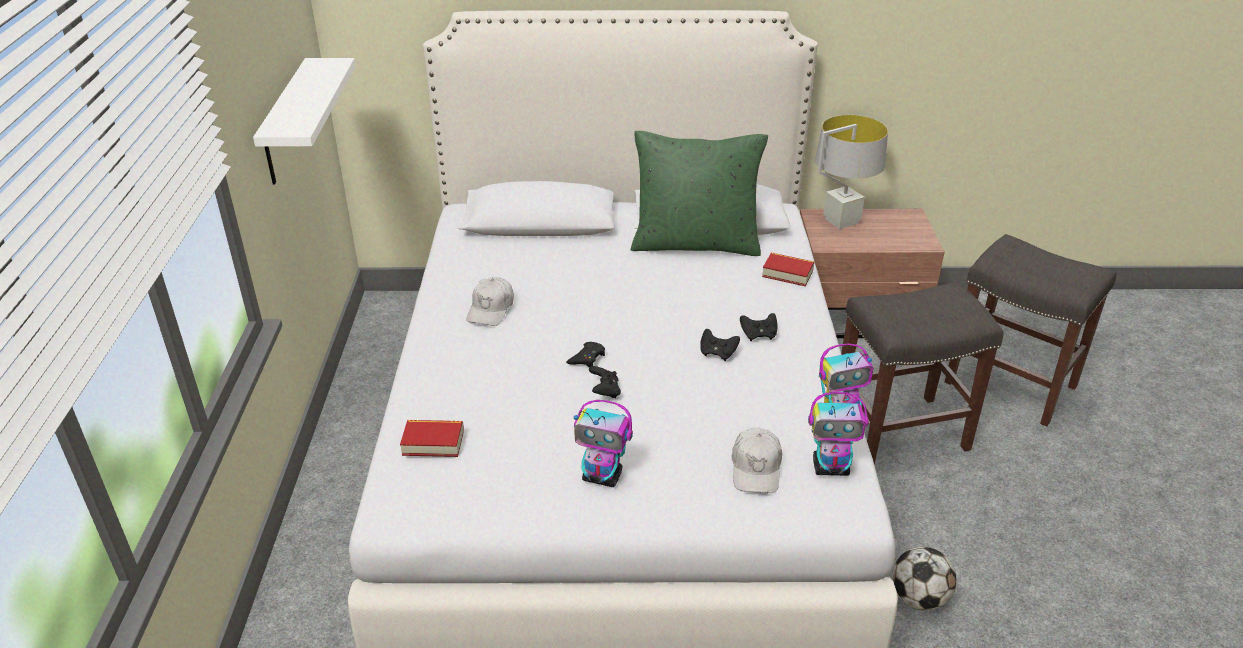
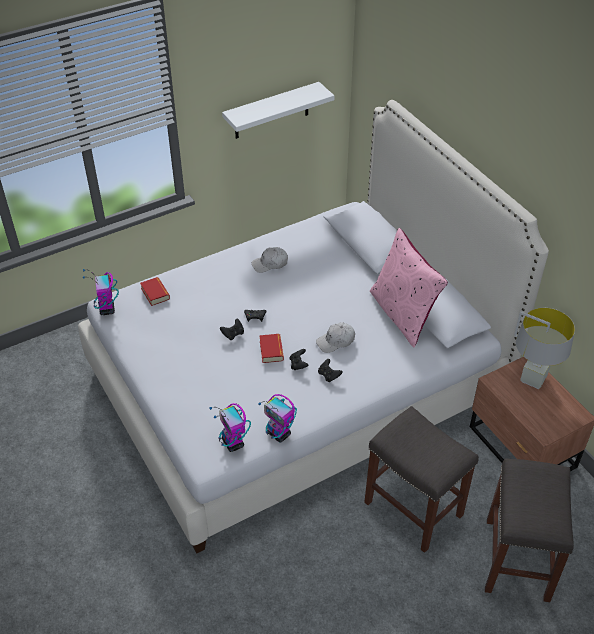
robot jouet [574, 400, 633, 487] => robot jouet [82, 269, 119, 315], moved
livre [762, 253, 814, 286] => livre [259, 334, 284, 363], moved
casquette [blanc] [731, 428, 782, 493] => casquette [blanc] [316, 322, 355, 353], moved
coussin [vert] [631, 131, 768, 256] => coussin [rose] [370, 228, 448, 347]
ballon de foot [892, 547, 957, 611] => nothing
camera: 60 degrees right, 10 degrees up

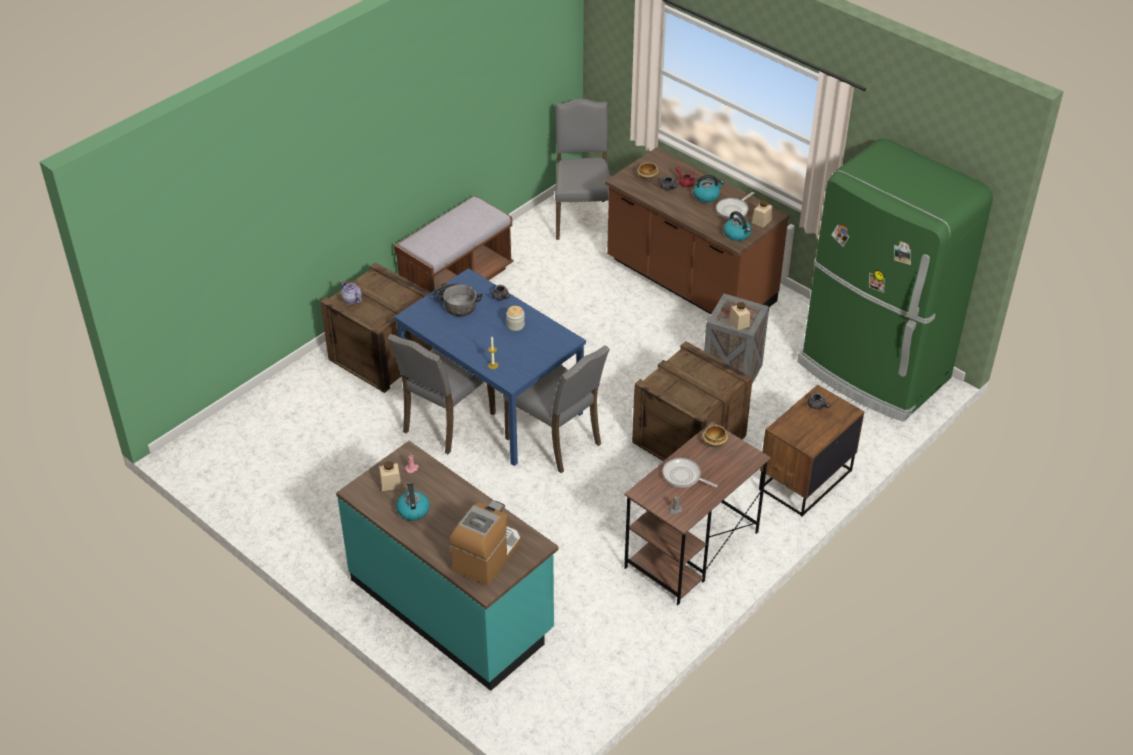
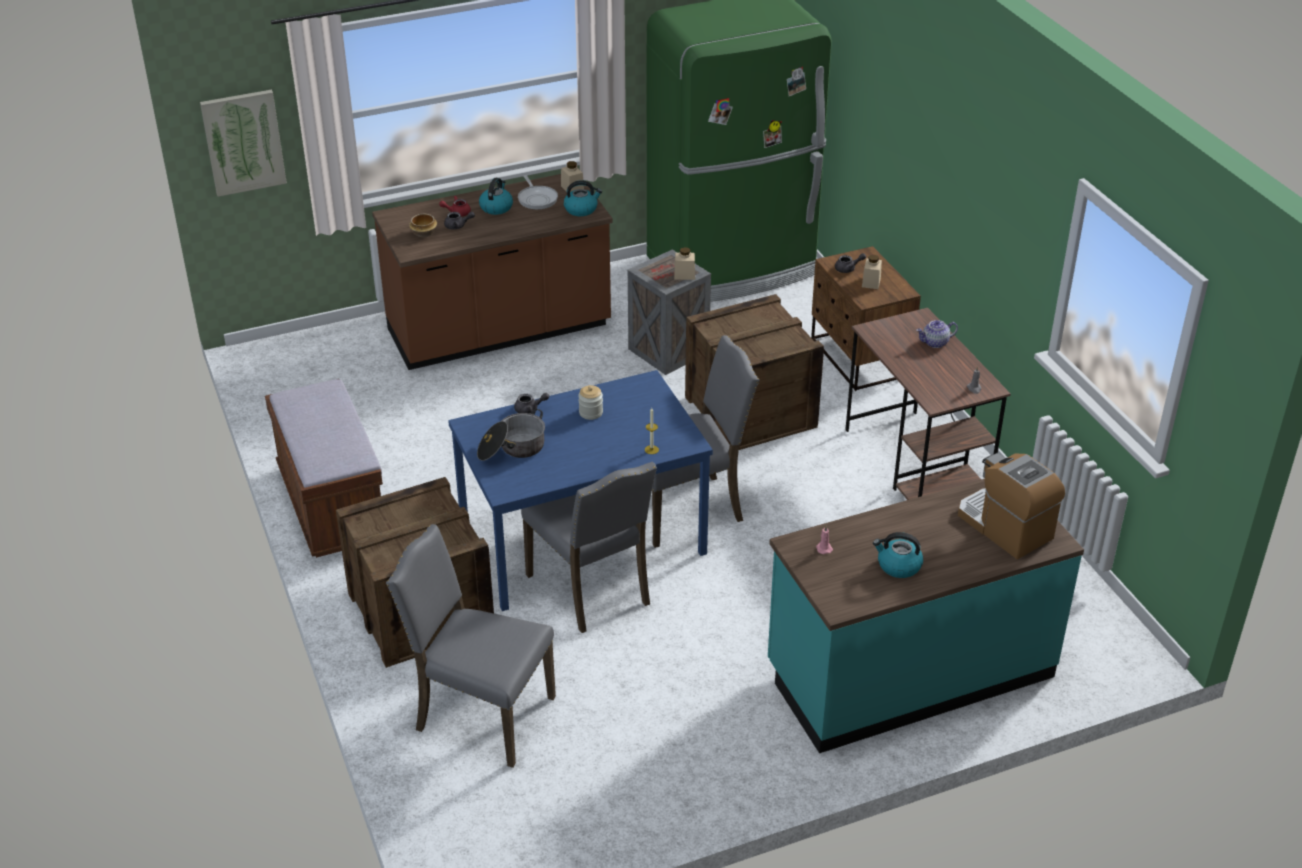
nothing => tableau [200, 90, 287, 197]
chaise [gris] [555, 99, 611, 240] => chaise [gris] [386, 524, 556, 768], moved
bocal [beige] [379, 461, 402, 491] => bocal [beige] [862, 255, 882, 289], moved
théière [340, 280, 362, 304] => théière [916, 320, 958, 348], moved
poêle [663, 458, 718, 488] => nothing
bol [703, 425, 728, 448] => nothing
camera: 65 degrees left, 5 degrees down

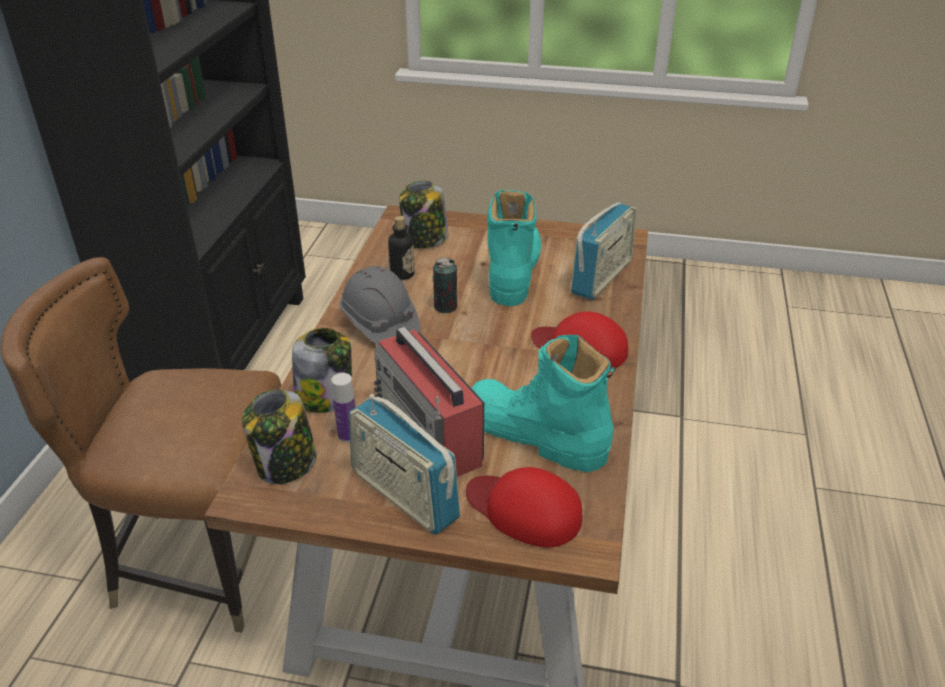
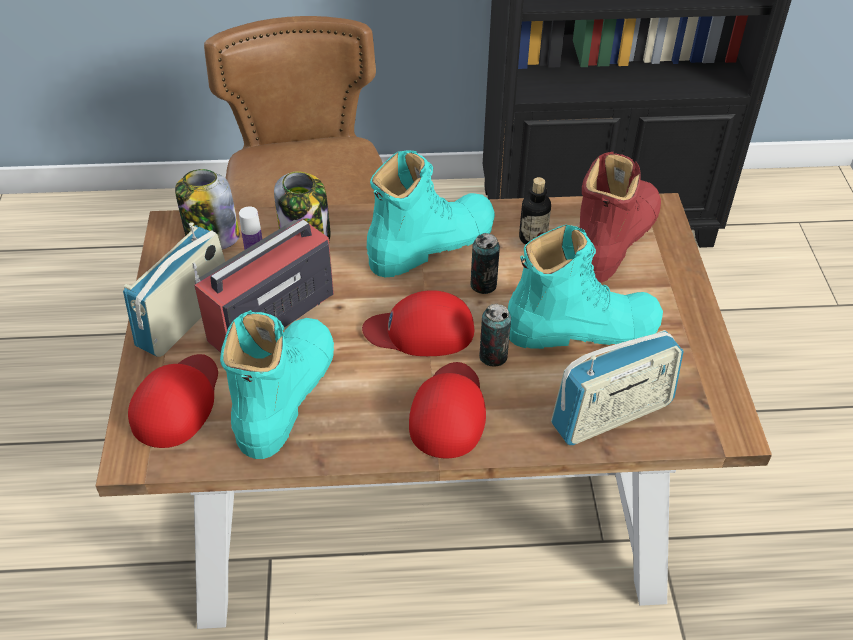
nothing => casquette [rouge] [362, 290, 474, 356]
casque de chantier [gris] [340, 266, 421, 345] => botte [turquoise] [367, 150, 495, 277]
nothing => boîte métallique [479, 304, 511, 367]
radio [570, 202, 637, 300] => radio [551, 330, 684, 445], 45 degrees counterclockwise
bocal [399, 181, 448, 248] => botte [rouge] [580, 152, 661, 283]
camera: 75 degrees right, 10 degrees up

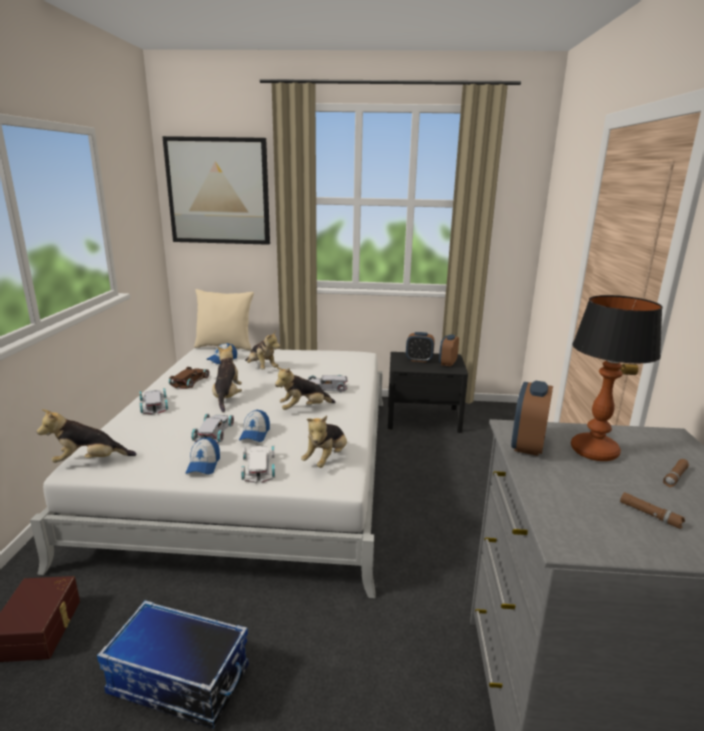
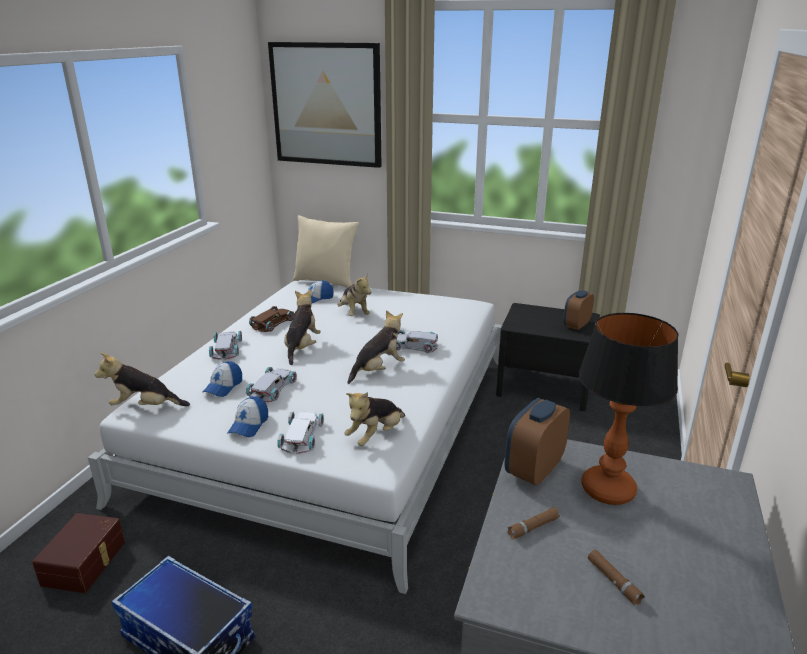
casquette [239, 410, 270, 442] => casquette [202, 361, 242, 397], moved
peluche [275, 367, 336, 410] => peluche [348, 310, 405, 384], 150 degrees clockwise
lampe de poche [marron] [663, 459, 689, 487] => lampe de poche [marron] [507, 507, 560, 540], moved
réveil [406, 332, 435, 362] => nothing
camera: 15 degrees right, 5 degrees up

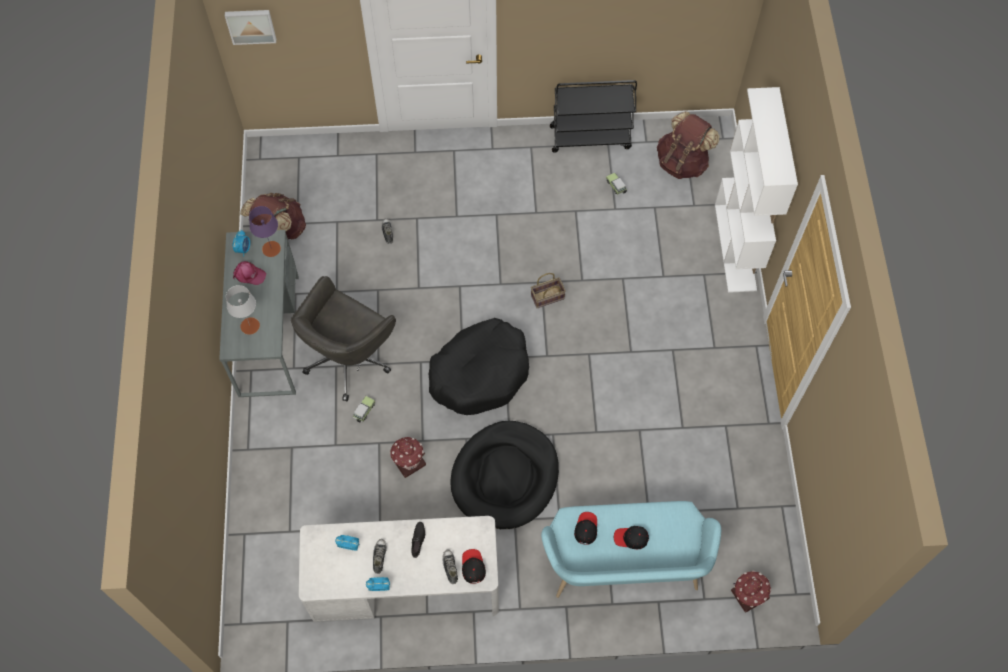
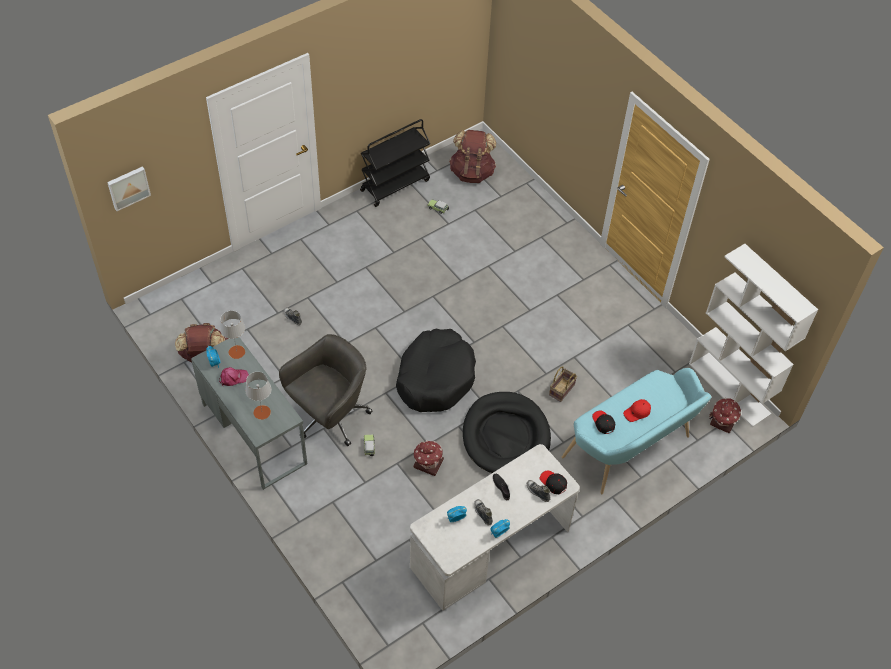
lampe de table [violet] [249, 206, 281, 257] => lampe de table [gris] [220, 311, 245, 359]
chaise de bureau [gris] [291, 276, 396, 402] => chaise de bureau [gris] [279, 334, 372, 446], 135 degrees counterclockwise
panier [531, 273, 566, 308] => panier [549, 366, 577, 402], moved
casquette [noir] [614, 526, 649, 549] => casquette [rouge] [623, 399, 651, 422]
bibliothèque [blanc] [715, 87, 798, 293] => bibliothèque [blanc] [689, 244, 818, 427], moved
camera: 35 degrees left, 10 degrees down

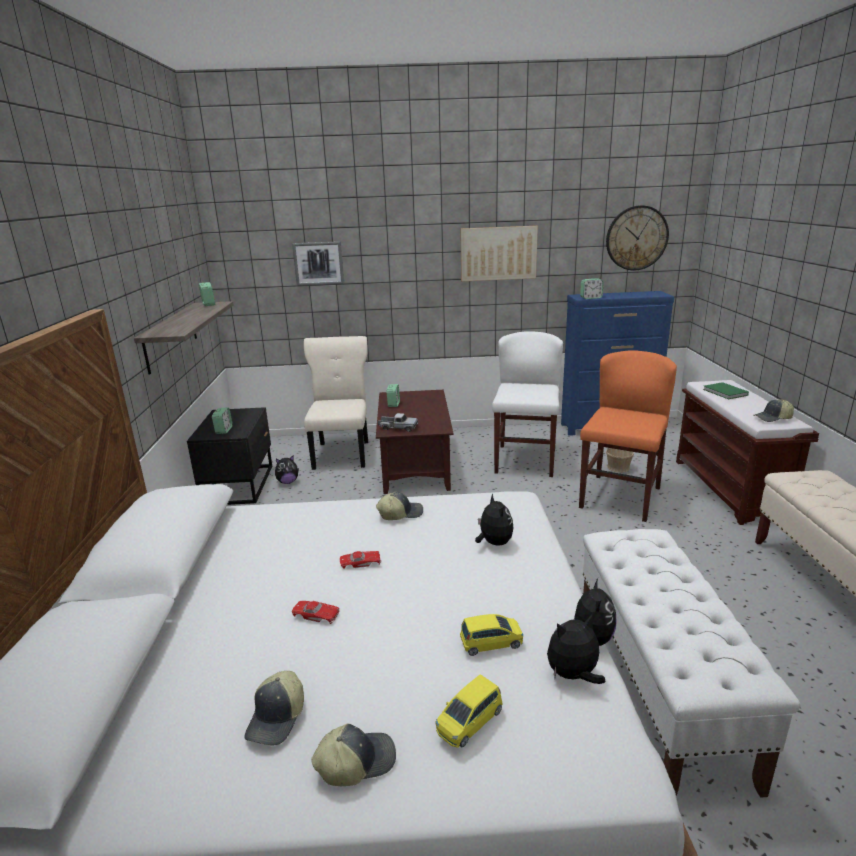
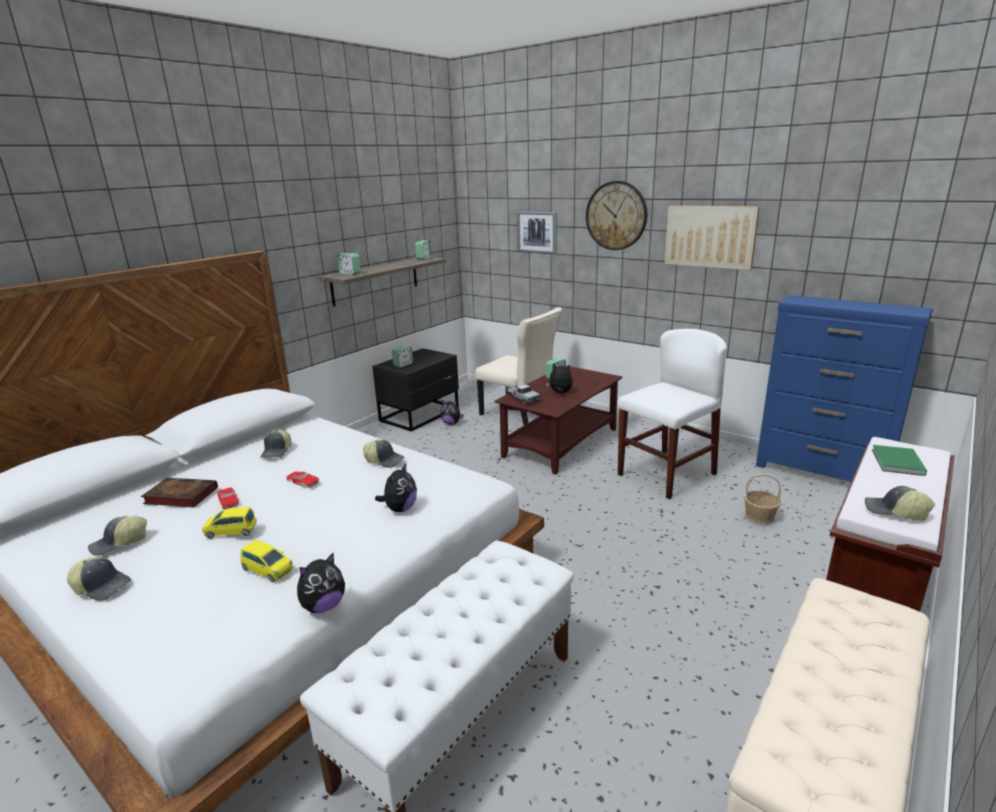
nothing => livre [141, 478, 218, 508]
petite voiture [jaune] [435, 674, 502, 748] => petite voiture [jaune] [202, 507, 257, 539], moved
nothing => casquette [260, 429, 292, 458]
réveil [580, 278, 604, 299] => réveil [337, 253, 361, 275], moved
chaise [beige] [304, 336, 368, 470] => chaise [beige] [475, 307, 562, 425], 90 degrees clockwise
peluche [547, 614, 605, 684] => peluche [546, 364, 573, 393], moved
horloge murale [606, 205, 669, 271] => horloge murale [586, 181, 647, 250], moved
chaise [orange] [579, 350, 677, 522] => nothing
camera: 40 degrees right, 0 degrees up

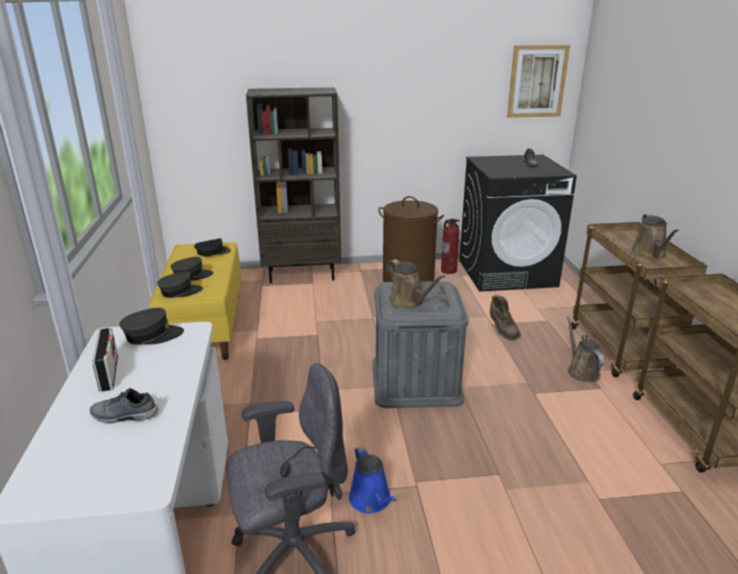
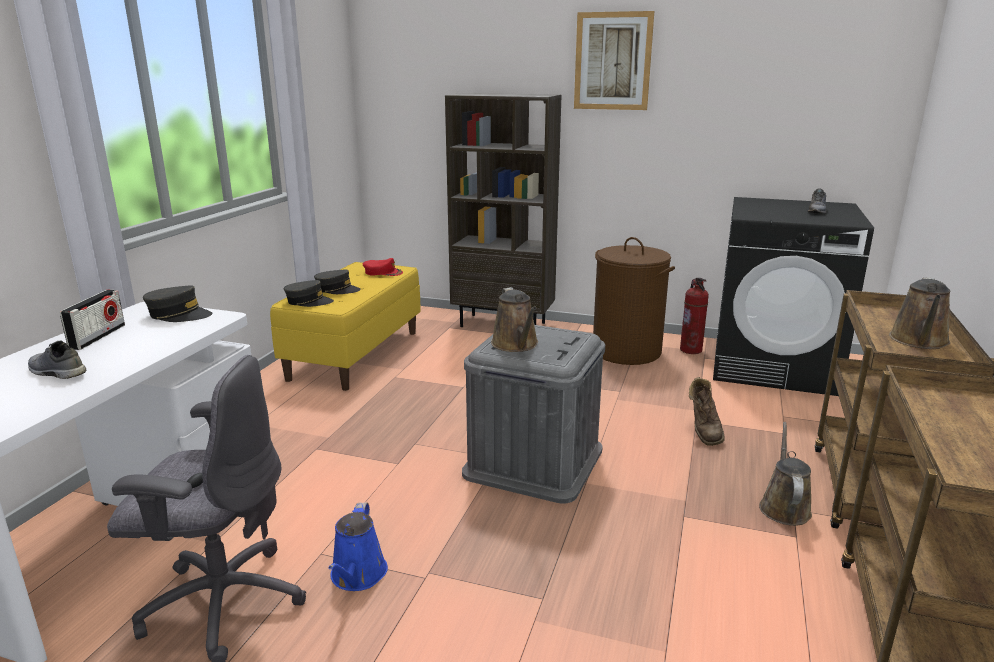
casquette [noir] [194, 238, 231, 256] => casquette [rouge] [363, 258, 403, 276]
tableau [507, 45, 570, 118] => tableau [574, 11, 654, 110], moved
camera: 25 degrees right, 5 degrees down

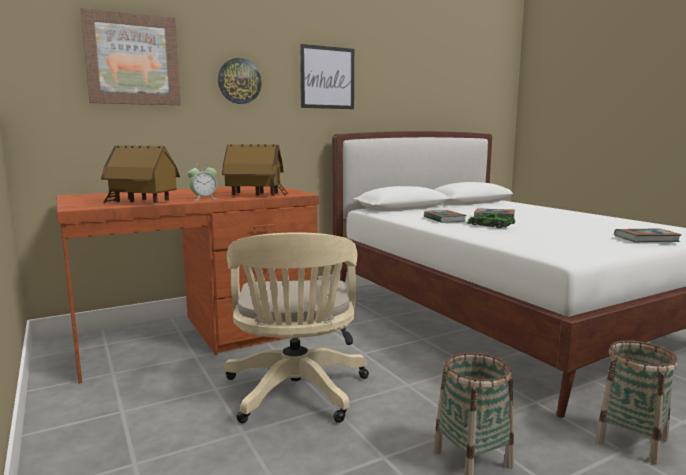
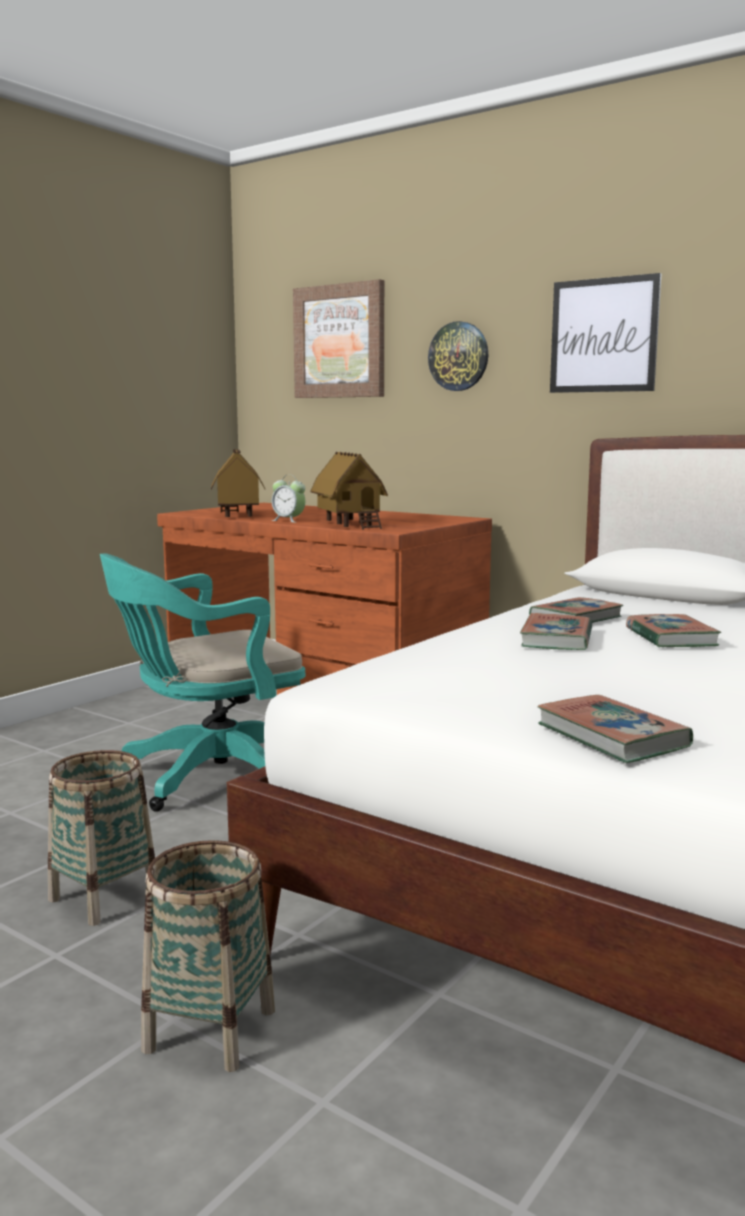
chaise de bureau [beige] [223, 232, 369, 424] => chaise de bureau [turquoise] [100, 554, 305, 812]
petite voiture [466, 212, 515, 228] => livre [520, 613, 592, 650]
camera: 65 degrees right, 0 degrees up

